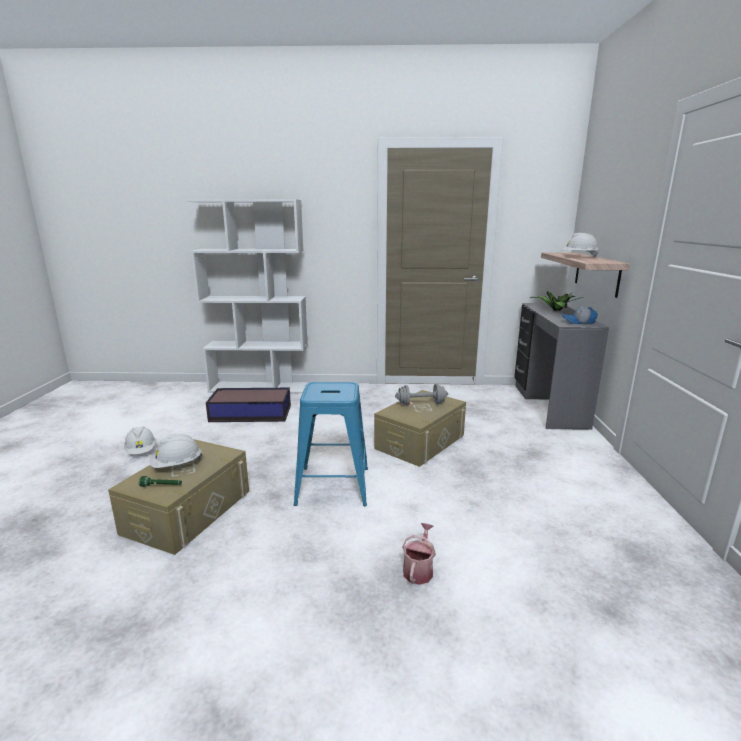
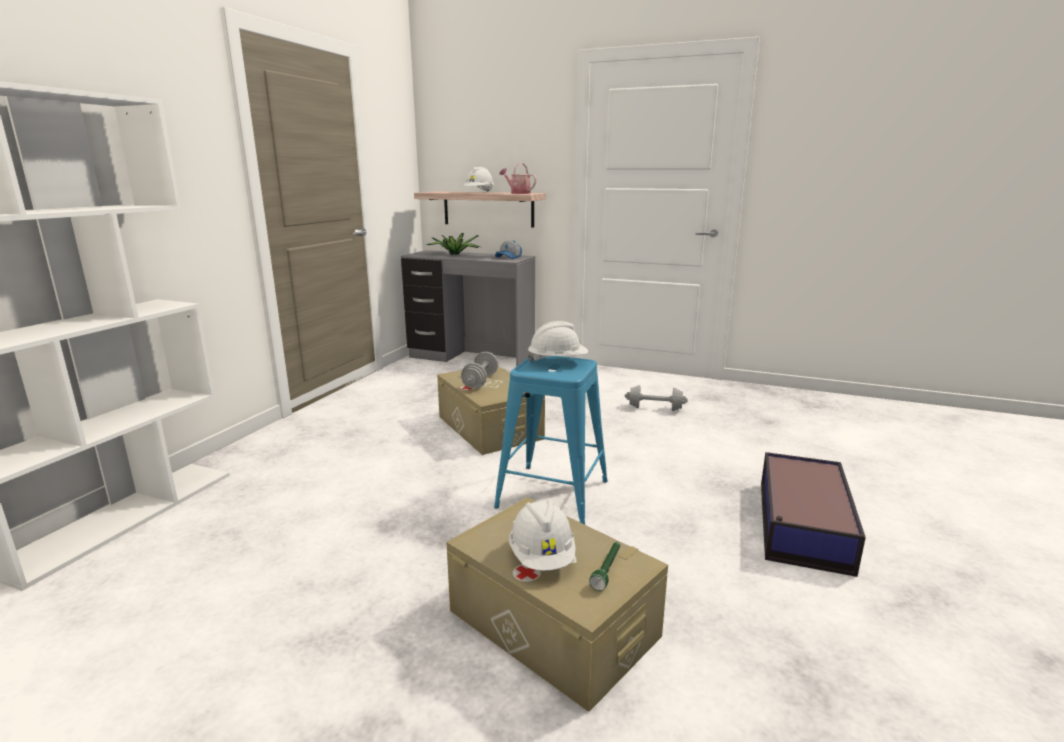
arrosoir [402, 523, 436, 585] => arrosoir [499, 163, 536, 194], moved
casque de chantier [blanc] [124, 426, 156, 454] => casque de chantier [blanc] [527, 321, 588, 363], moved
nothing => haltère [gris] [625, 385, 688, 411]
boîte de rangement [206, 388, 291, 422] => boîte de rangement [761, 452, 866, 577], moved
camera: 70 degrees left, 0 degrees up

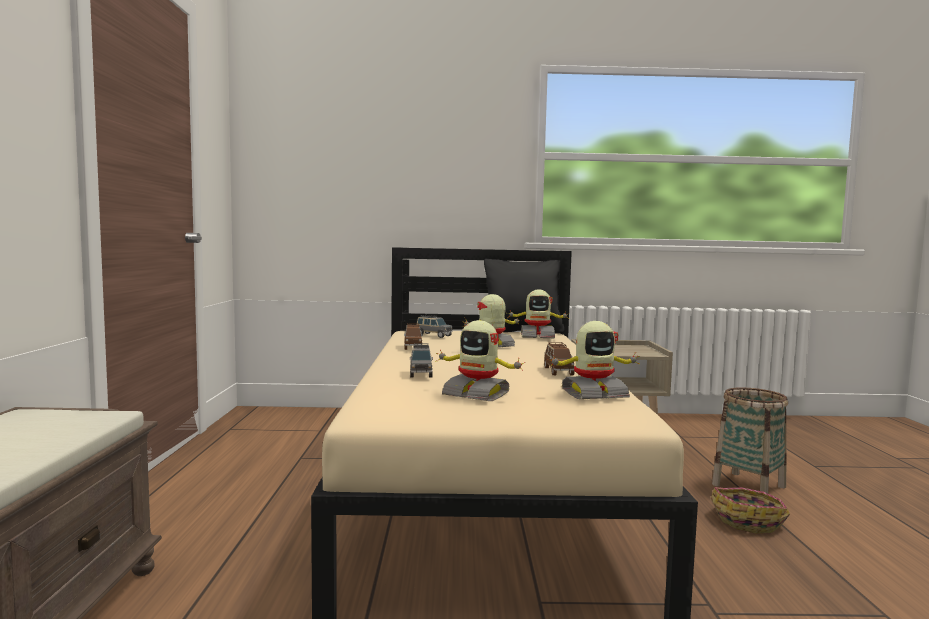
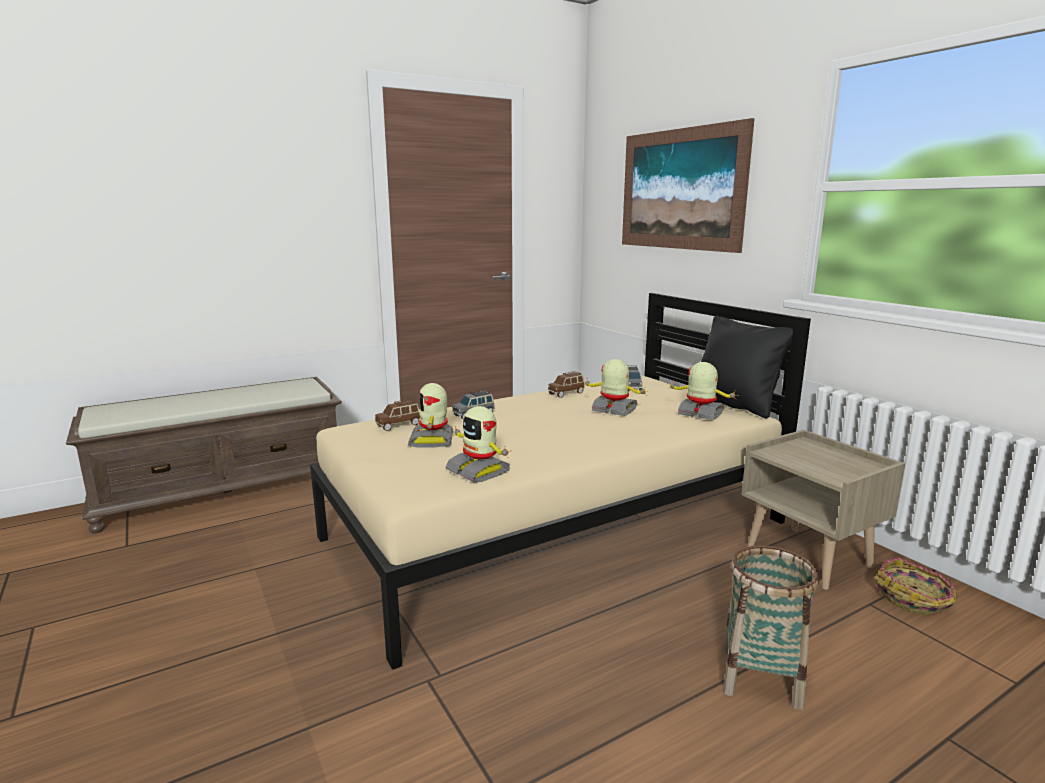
petite voiture [marron] [544, 342, 575, 375] => petite voiture [marron] [375, 399, 420, 431], moved
nothing => tableau [622, 118, 755, 253]
robot jouet [508, 289, 569, 338] => robot jouet [667, 362, 738, 420], 150 degrees clockwise
panier [711, 487, 790, 533] => panier [874, 558, 957, 615], moved
camera: 60 degrees right, 10 degrees up

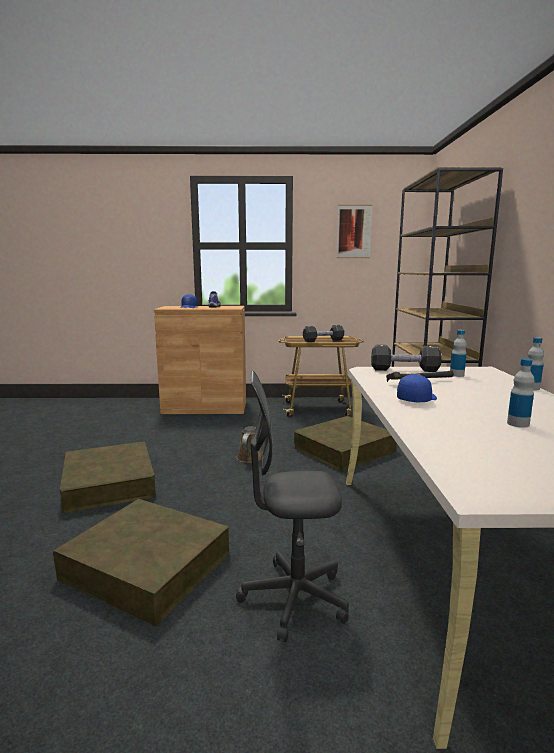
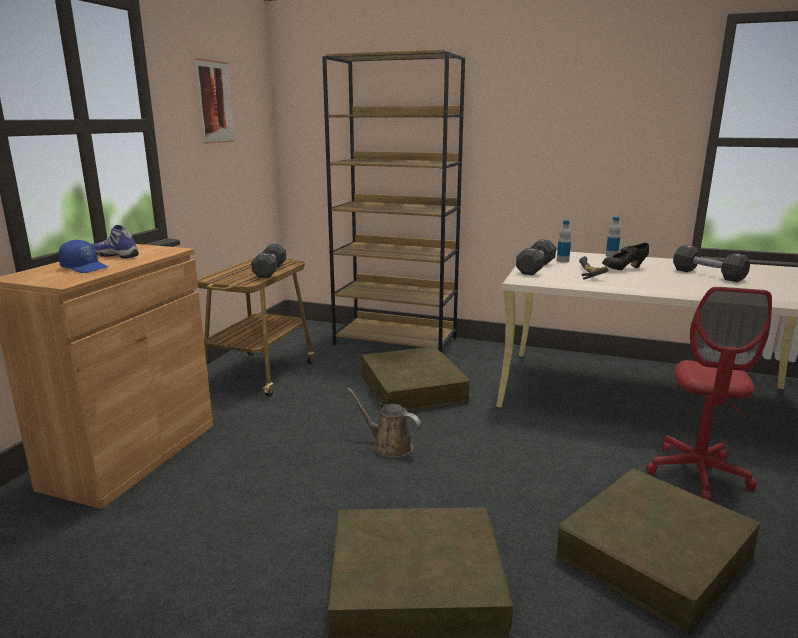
nothing => chaussure [noir] [602, 243, 649, 270]
chaise de bureau [gris] [236, 371, 349, 642] => chaise de bureau [rouge] [646, 287, 772, 501]
bouteille [507, 358, 535, 428] => haltère [noir] [673, 245, 750, 282]
casquette [bleu] [397, 374, 437, 402] => nothing
camera: 70 degrees left, 5 degrees up

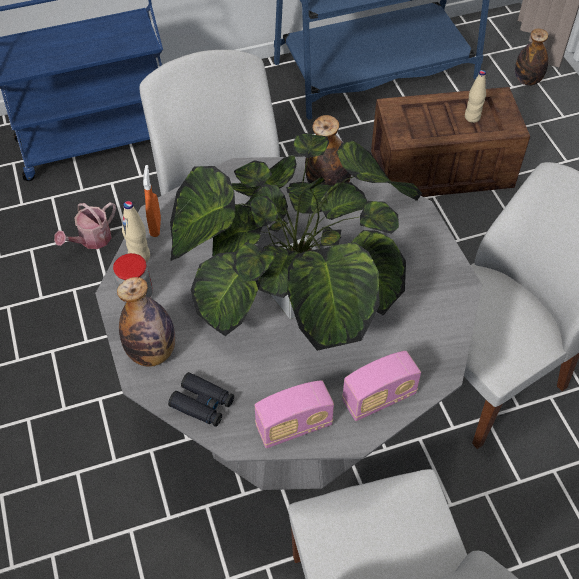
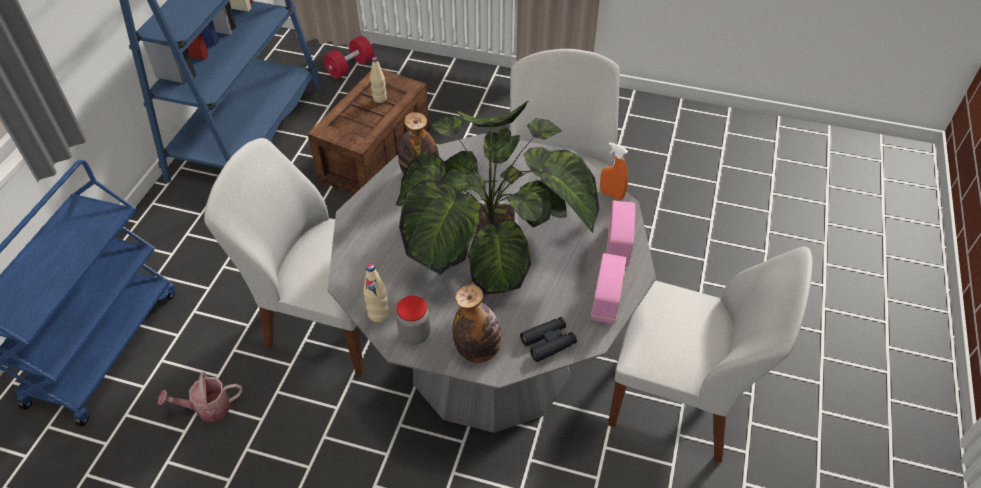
arrosoir [54, 202, 116, 249] => arrosoir [158, 372, 243, 422], 90 degrees clockwise
bouteille [515, 28, 548, 86] => haltère [rouge] [323, 36, 374, 79]
vaporisateur [orange] [143, 165, 161, 237] => vaporisateur [orange] [600, 142, 628, 200], moved
camera: 55 degrees left, 5 degrees down

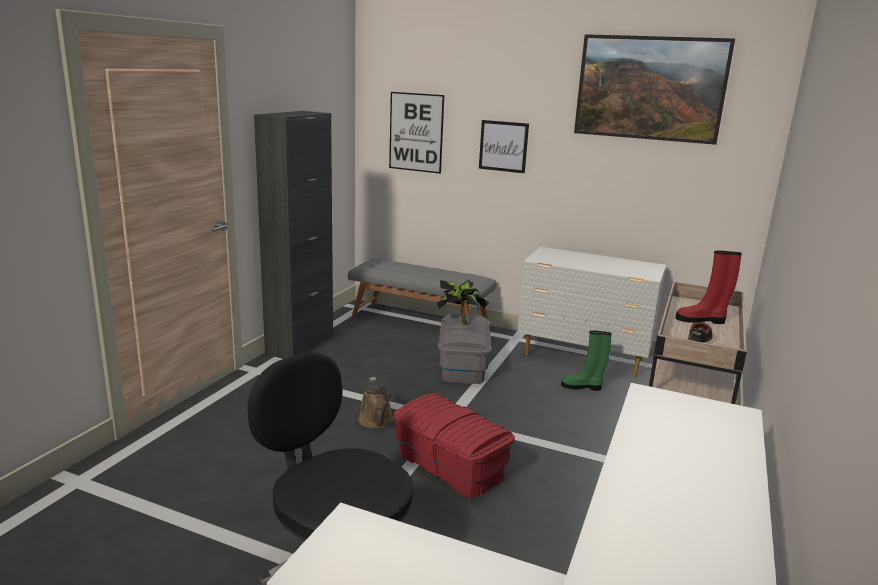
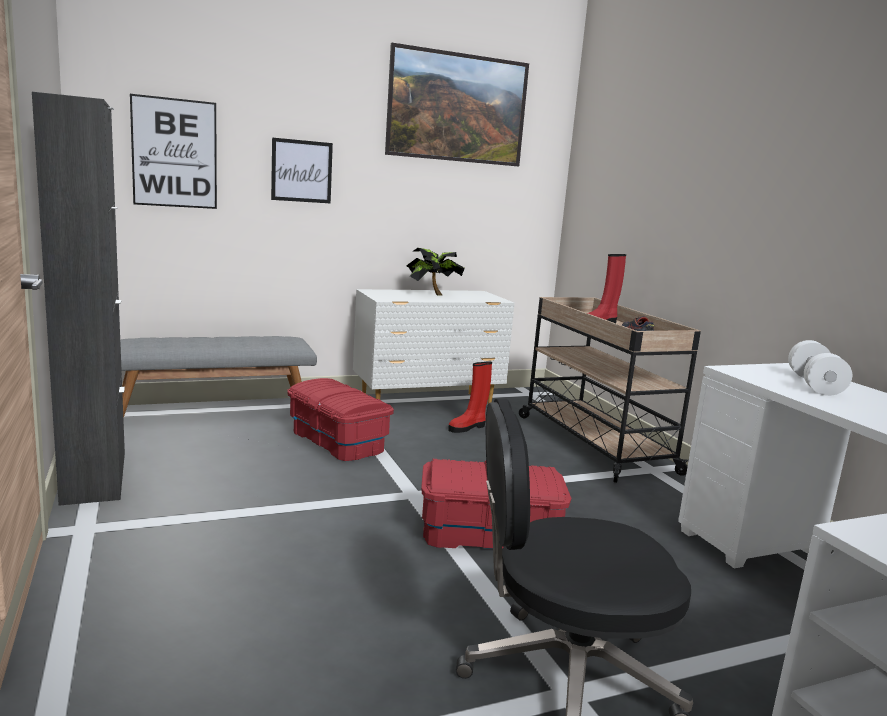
boîte de rangement [gris] [438, 313, 492, 384] => boîte de rangement [rouge] [287, 378, 394, 462]
plante en pot [436, 280, 489, 325] => plante en pot [406, 248, 465, 296], moved
botte [vert] [561, 331, 612, 391] => botte [rouge] [448, 361, 492, 433]
nothing => haltère [blanc] [788, 340, 852, 396]
arrosoir [marron] [358, 377, 393, 428] => nothing
camera: 45 degrees left, 5 degrees down

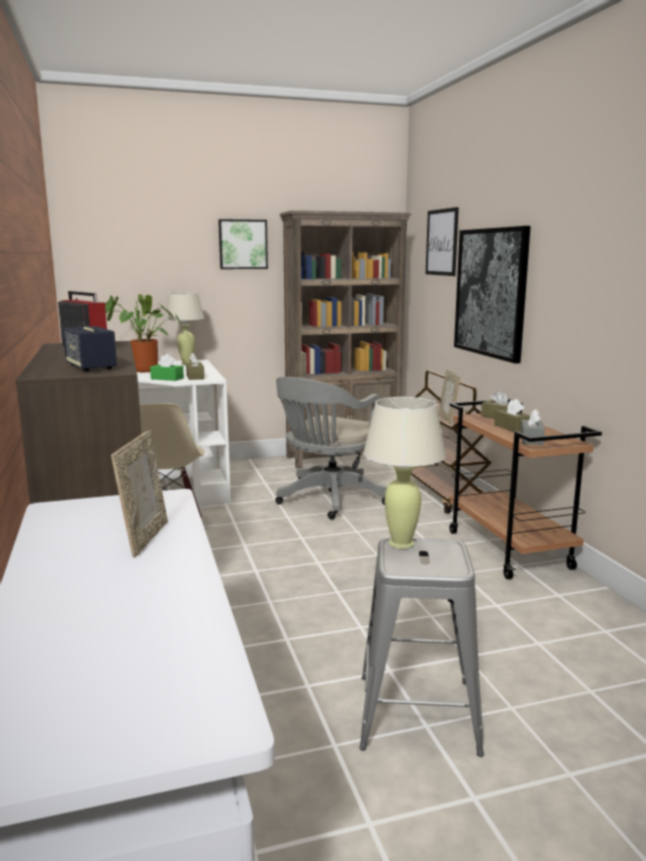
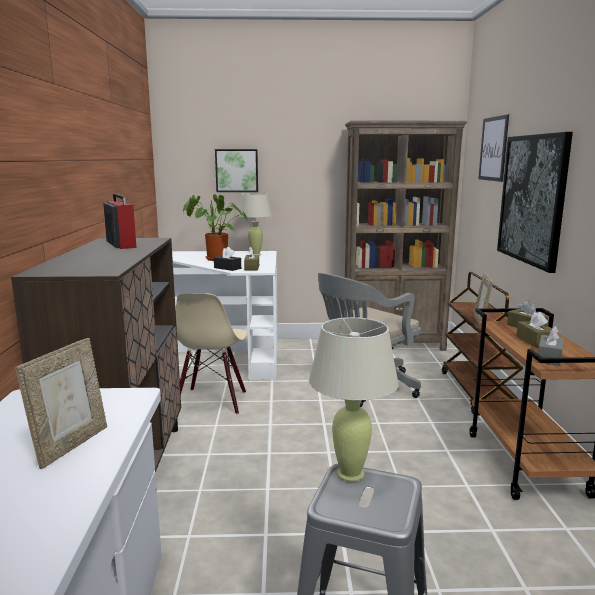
boîte à mouchoirs [vert] [150, 354, 184, 381] => boîte à mouchoirs [noir] [214, 247, 241, 271]
tableau [218, 219, 268, 269] => tableau [215, 149, 258, 192], moved
enceinte [63, 326, 117, 372] => nothing
camera: 15 degrees right, 0 degrees up

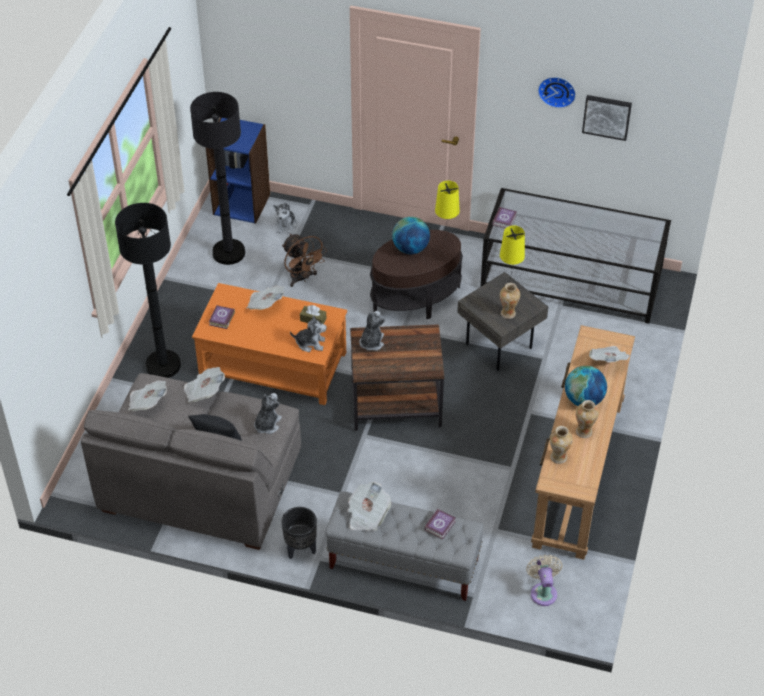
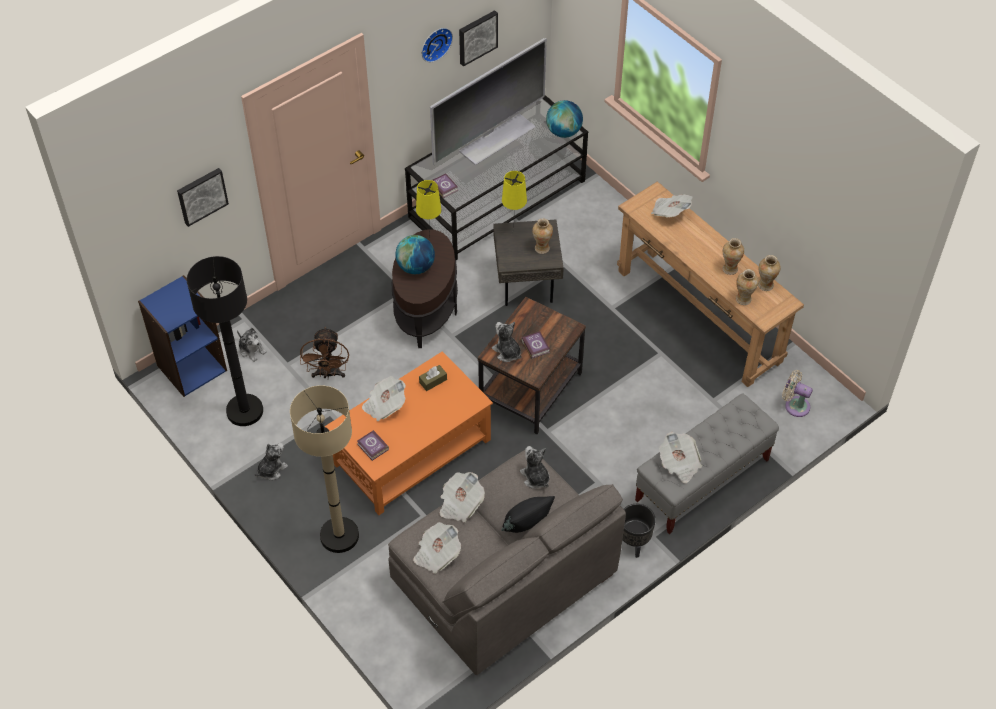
nothing => tableau [177, 168, 229, 227]
peluche [290, 316, 327, 352] => peluche [254, 443, 288, 480], moved
lampadaire [noir] [115, 203, 181, 378] => lampadaire [beige] [290, 385, 359, 553]
ventilateur [marron] [282, 234, 327, 287] => ventilateur [marron] [300, 326, 349, 379], 90 degrees clockwise
nothing => téléviseur [430, 38, 547, 165]
livre [424, 509, 456, 539] => livre [521, 331, 550, 359], moved
globe [565, 366, 607, 406] => globe [546, 100, 583, 138], moved
nothing => vase [758, 255, 781, 291]
camera: 55 degrees left, 5 degrees up

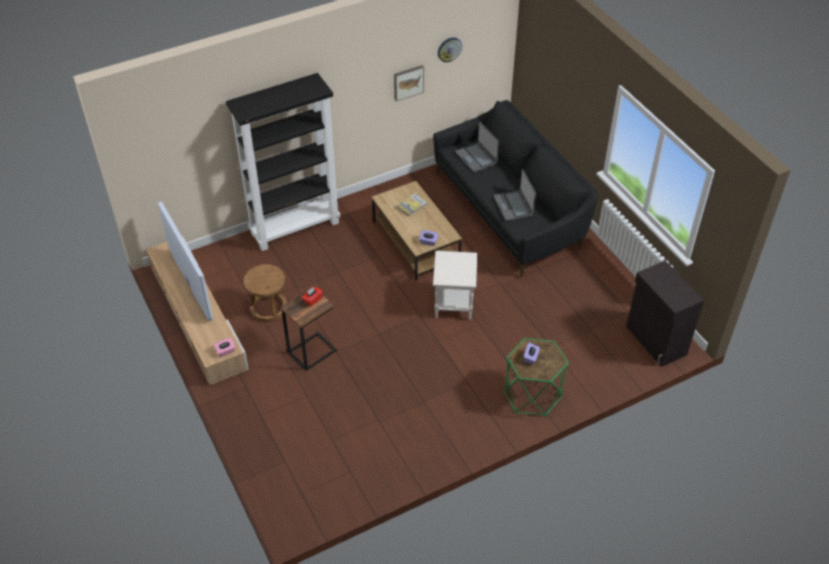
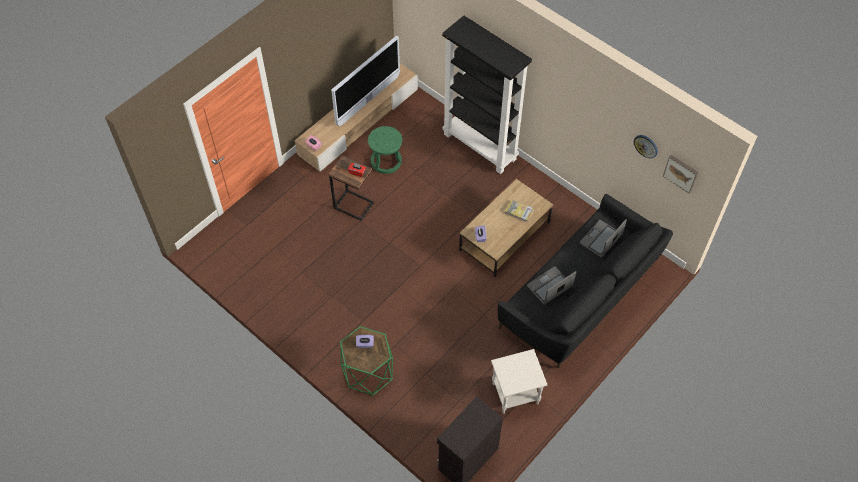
tabouret [marron] [243, 264, 287, 322] => tabouret [vert] [368, 126, 402, 174]
table d'appoint [blanc] [433, 251, 477, 320] => table d'appoint [blanc] [491, 349, 548, 414], moved
tableau [394, 65, 424, 102] => tableau [663, 155, 699, 193], moved
camera: 70 degrees right, 10 degrees up

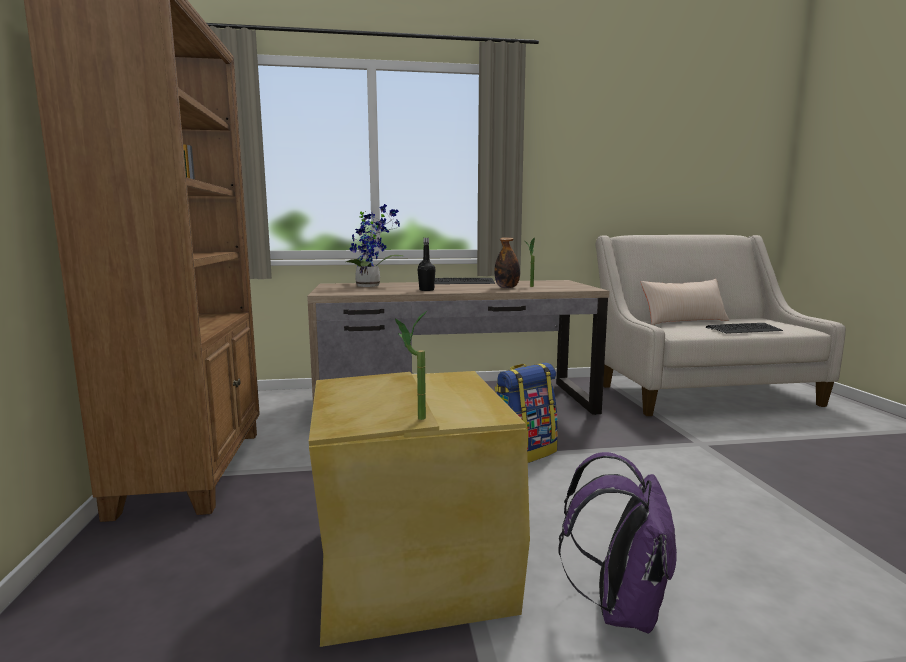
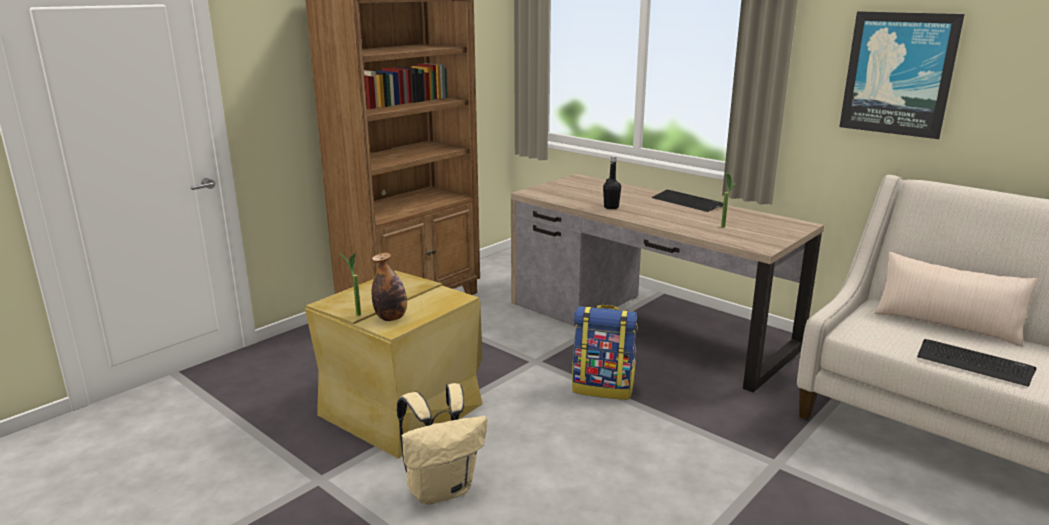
bouteille [494, 237, 520, 288] => bouteille [372, 253, 407, 321], moved
sac à dos [violet] [558, 452, 677, 634] => sac à dos [beige] [397, 383, 487, 505]
nothing => tableau [839, 11, 965, 139]
plante en pot [346, 204, 405, 287] => nothing
camera: 50 degrees right, 10 degrees up

